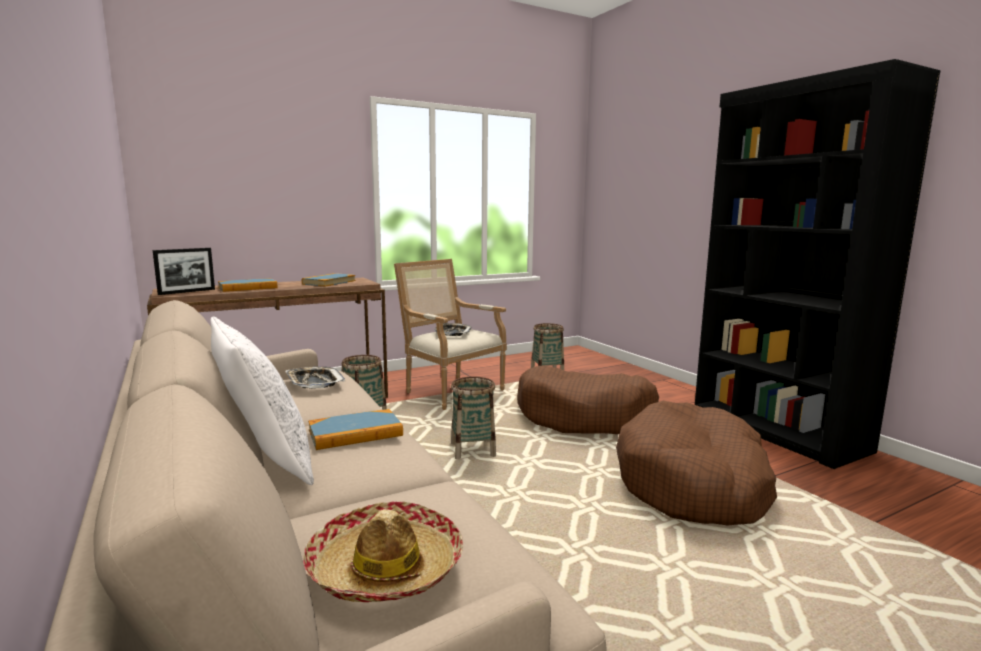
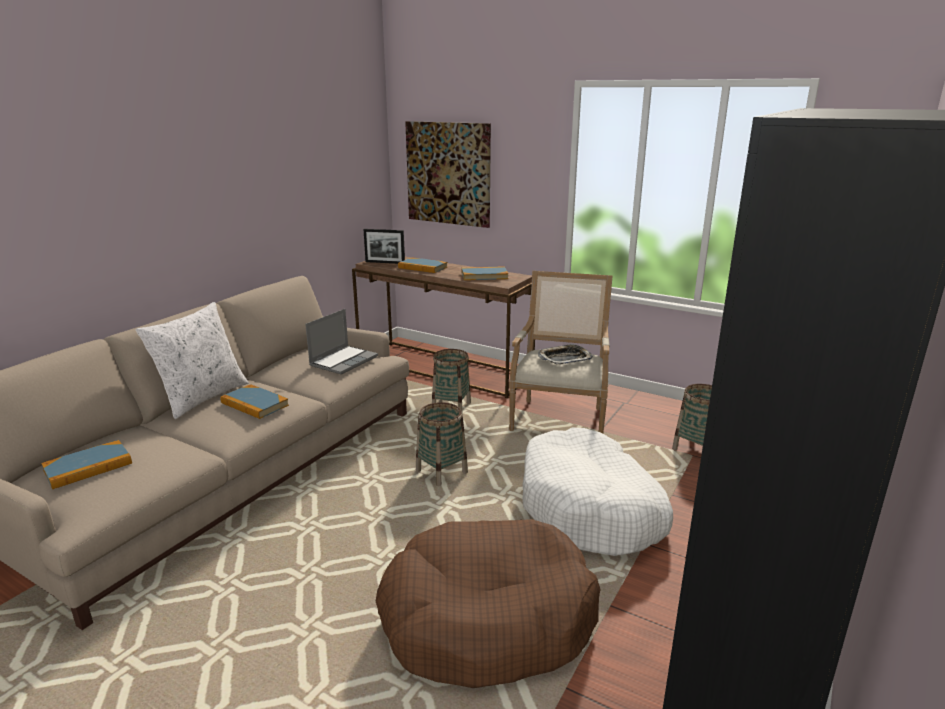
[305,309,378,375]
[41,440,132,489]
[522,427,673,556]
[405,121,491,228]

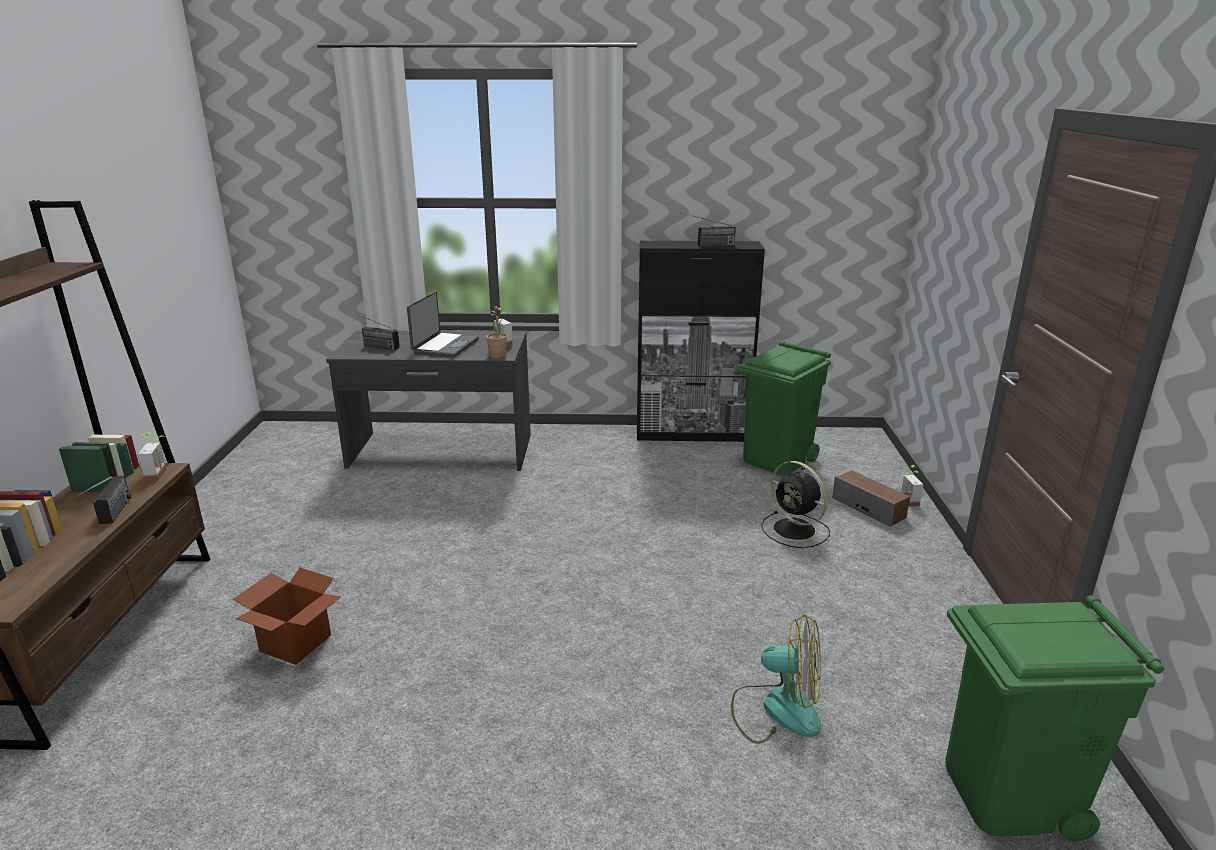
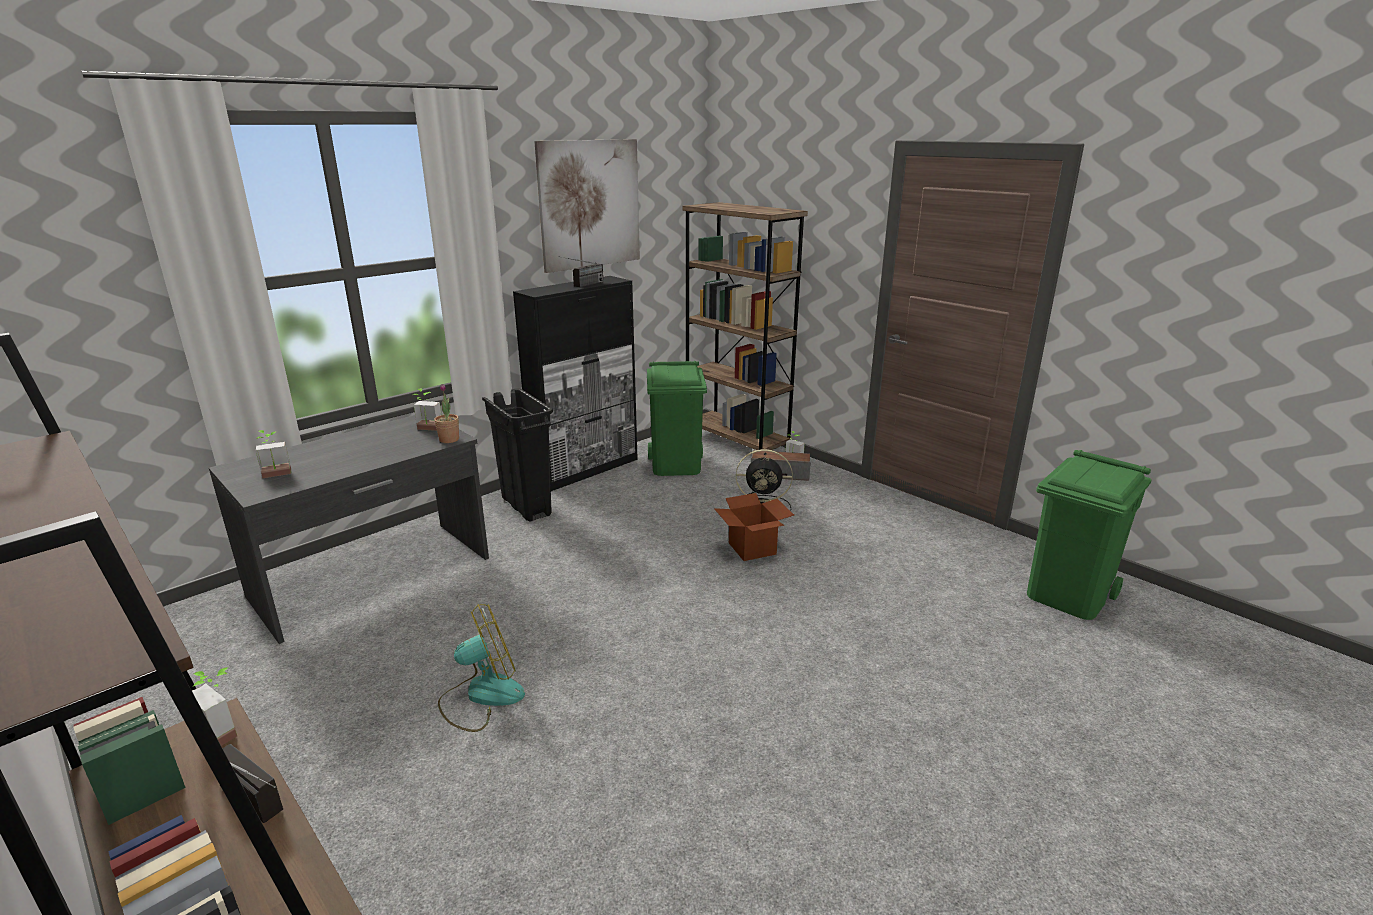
[714,493,794,561]
[256,430,291,478]
[407,291,479,358] (first image)
[438,604,525,732]
[482,389,553,522]
[534,139,640,273]
[682,202,808,452]

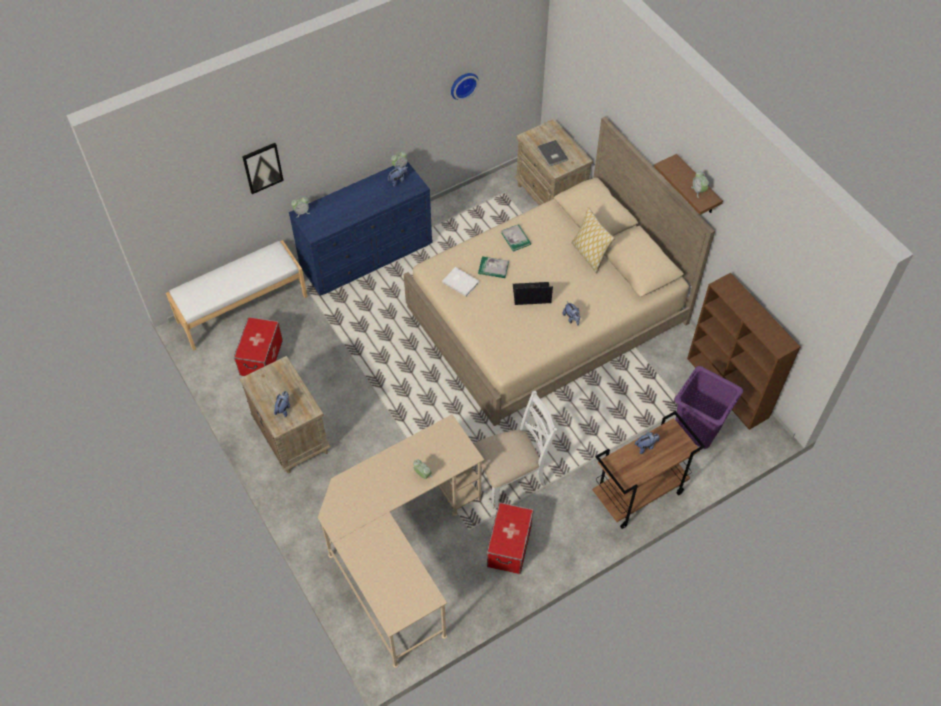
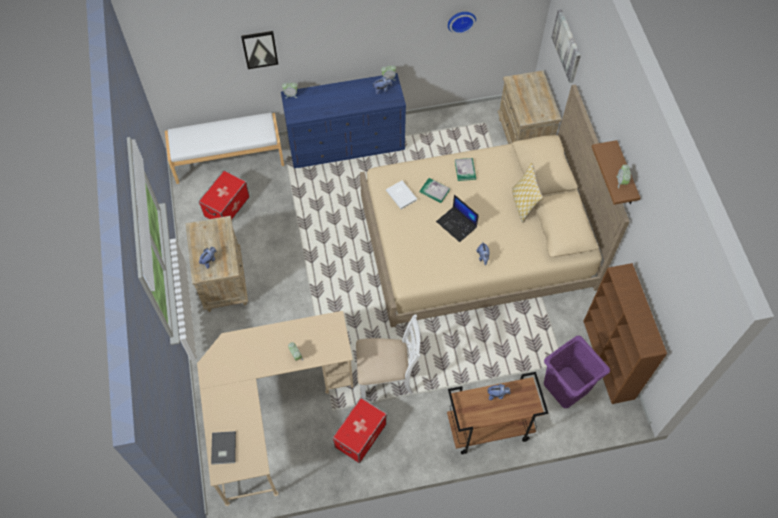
[436,194,479,242]
[211,431,236,465]
[551,9,581,83]

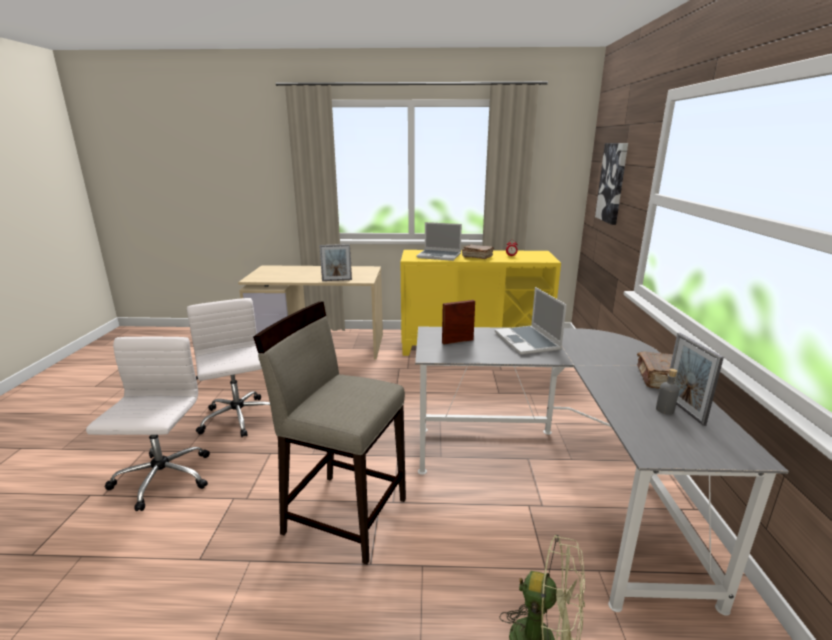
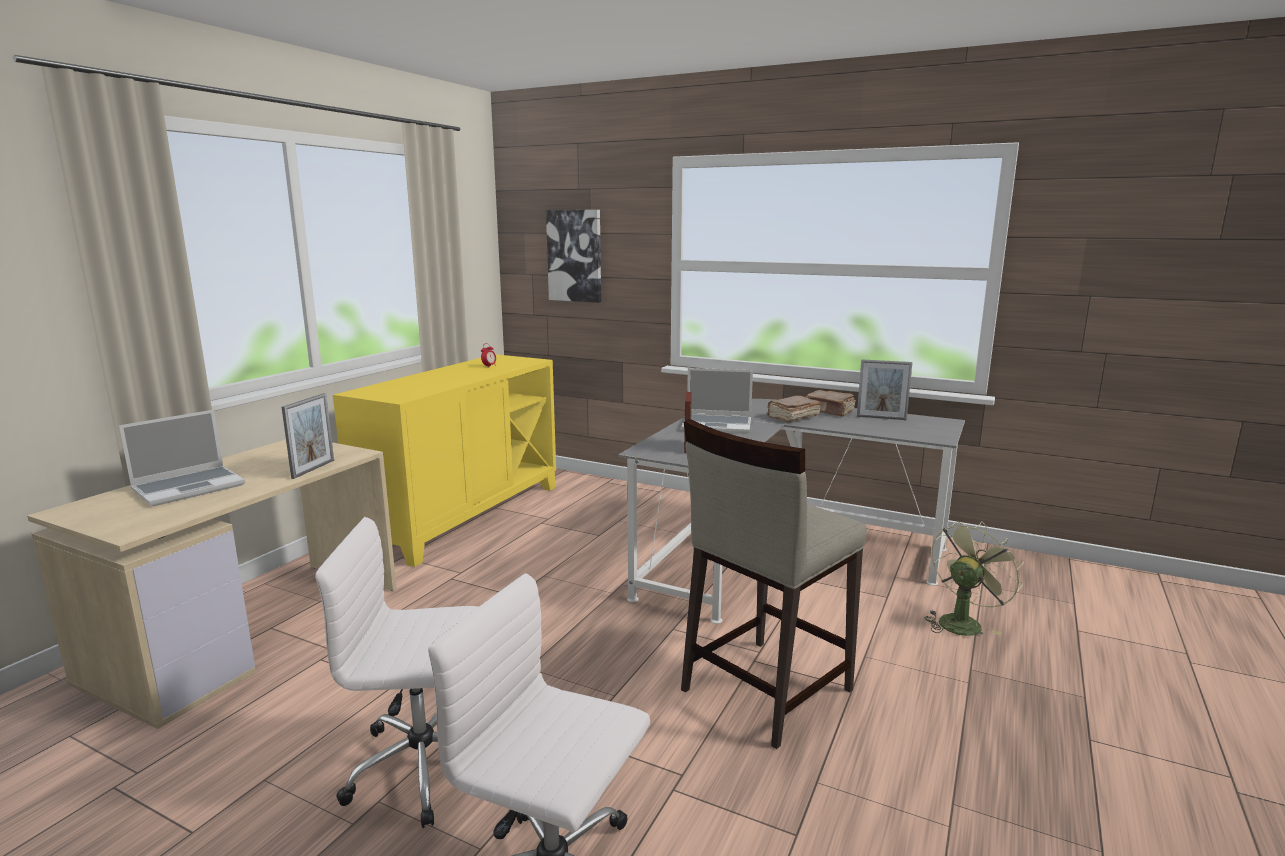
[119,410,245,506]
[767,396,821,423]
[656,369,679,415] (first image)

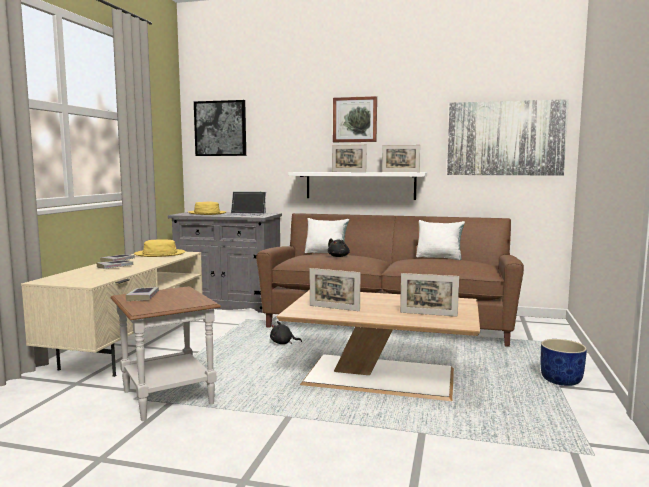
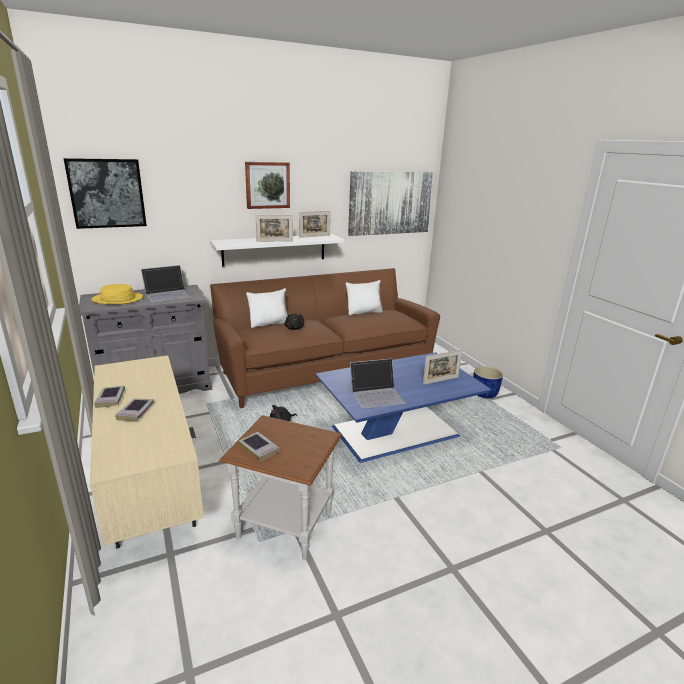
[134,240,186,257] (first image)
[315,352,491,463]
[350,359,405,409]

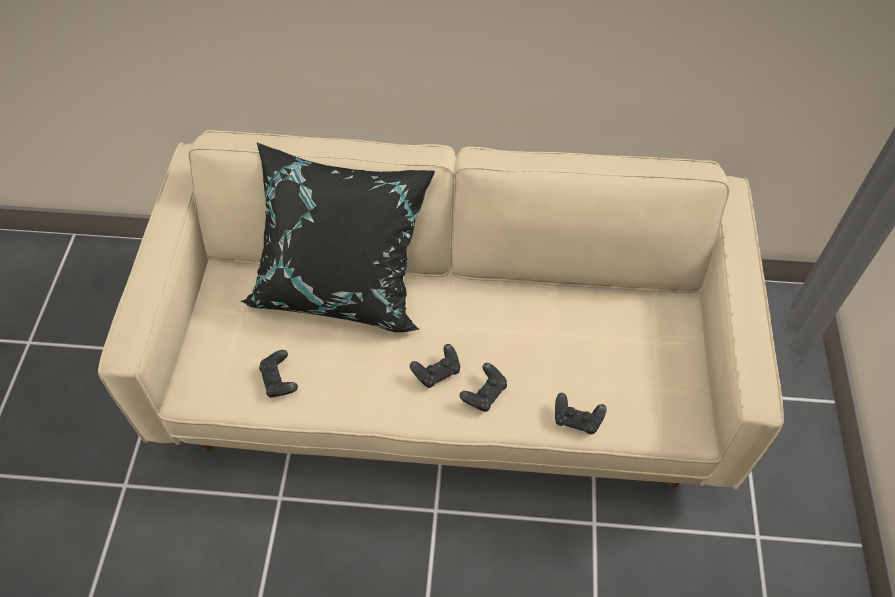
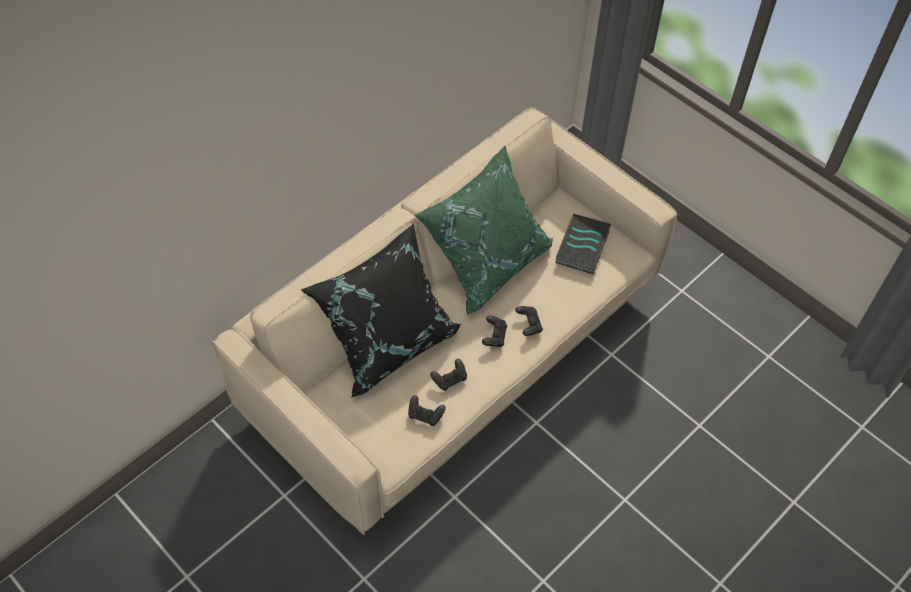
[430,359,467,391]
[415,146,554,315]
[556,214,611,275]

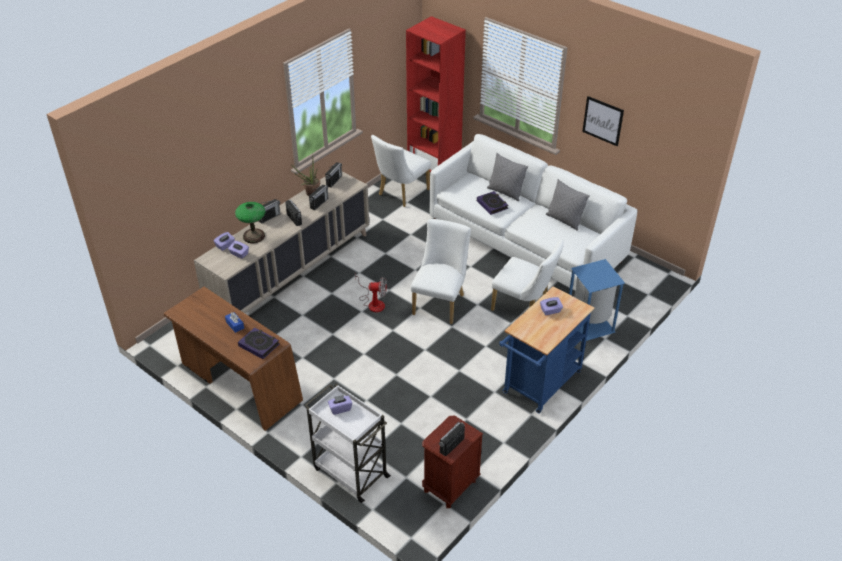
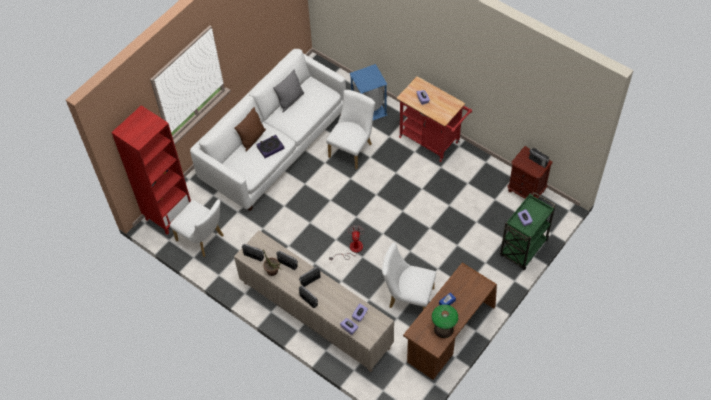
[432,305,458,338]
[238,327,279,359] (first image)
[500,192,555,270]
[382,242,436,310]
[234,107,266,152]
[397,76,472,162]
[582,96,624,146] (first image)

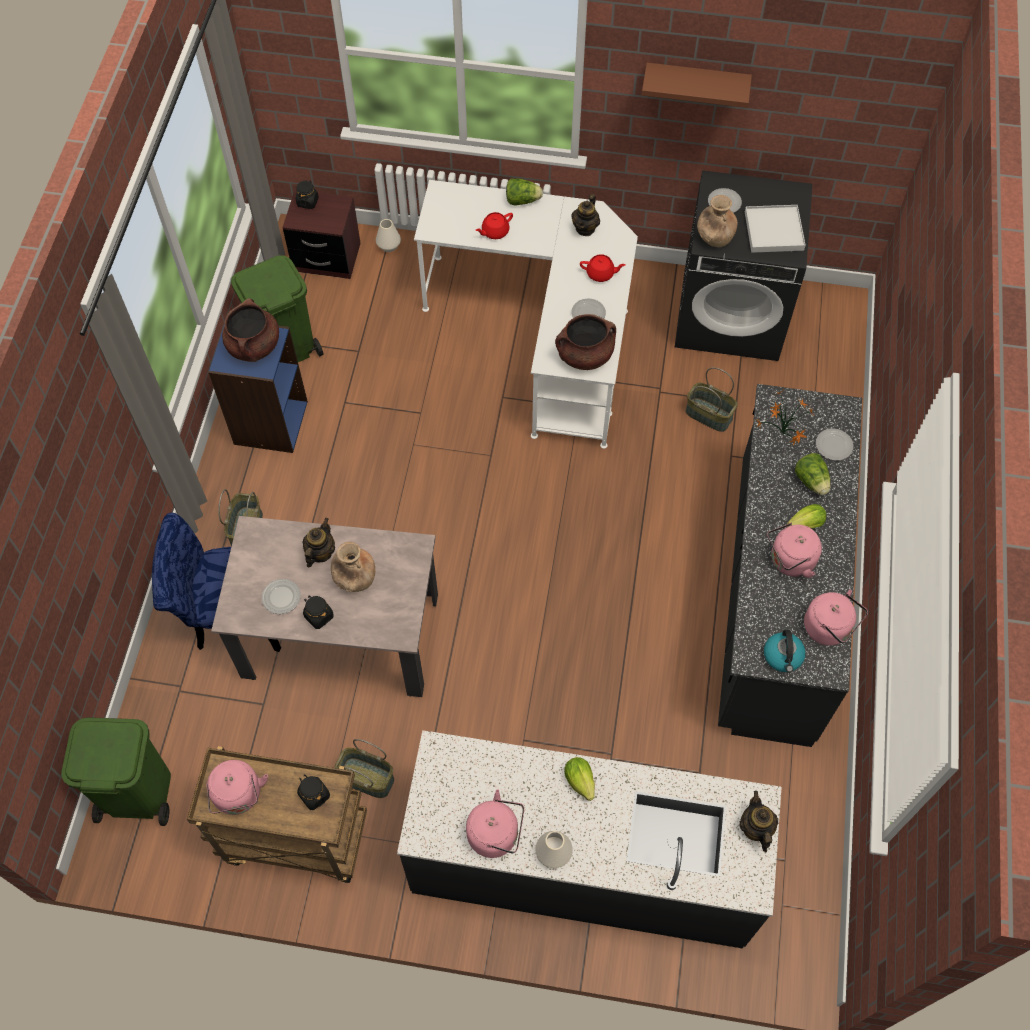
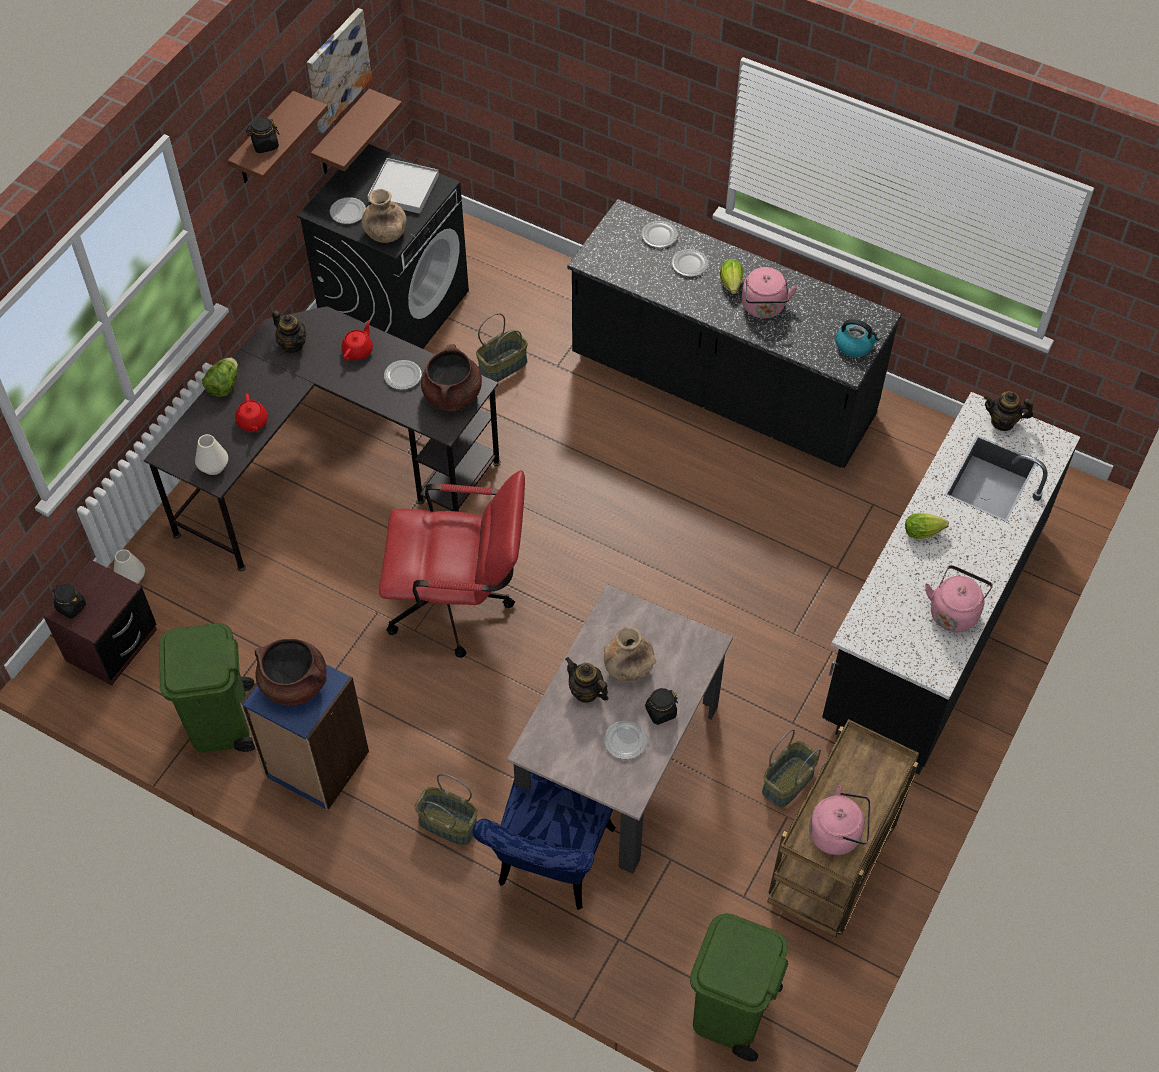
[246,117,280,153]
[144,306,501,571]
[195,434,228,475]
[756,390,813,445] (first image)
[671,249,708,277]
[804,590,868,646] (first image)
[307,8,372,133]
[311,89,402,174]
[379,470,525,658]

